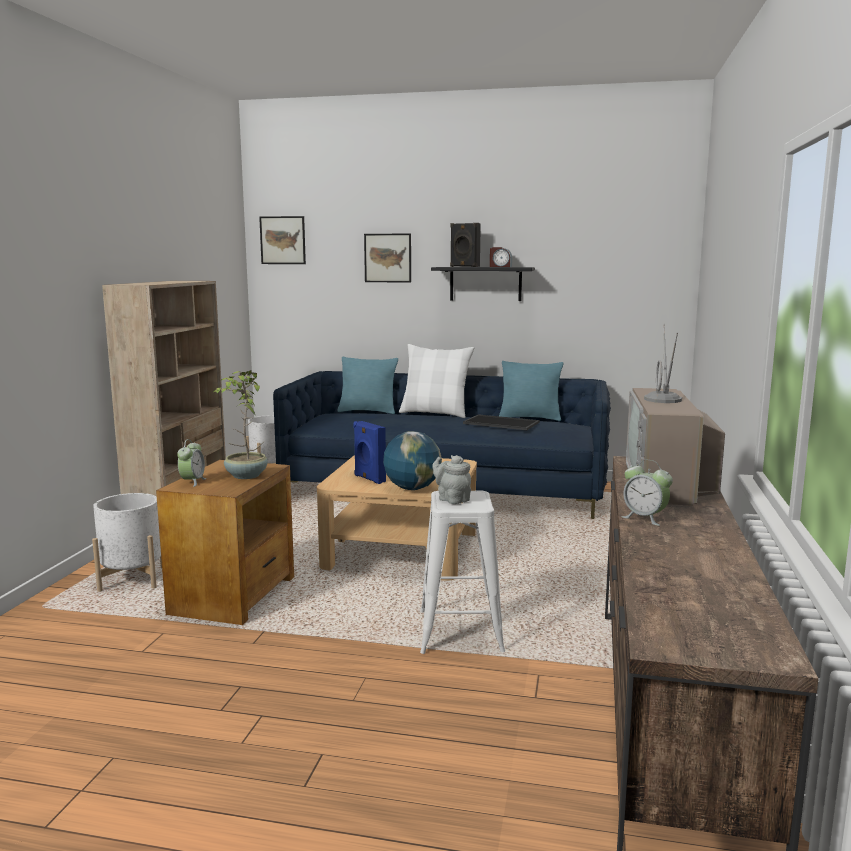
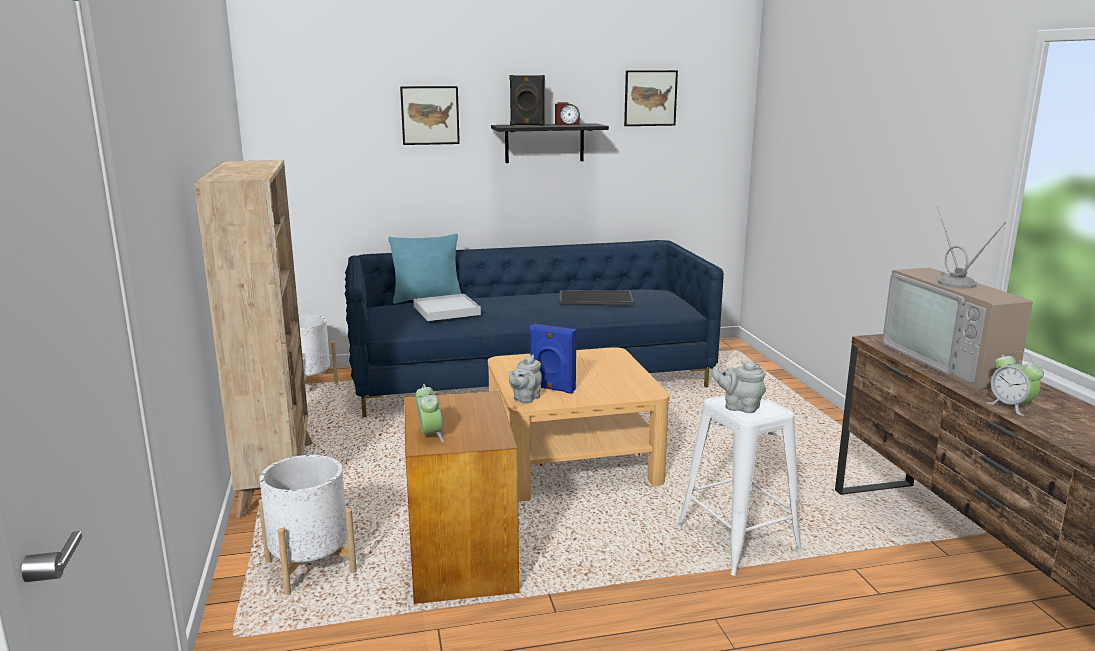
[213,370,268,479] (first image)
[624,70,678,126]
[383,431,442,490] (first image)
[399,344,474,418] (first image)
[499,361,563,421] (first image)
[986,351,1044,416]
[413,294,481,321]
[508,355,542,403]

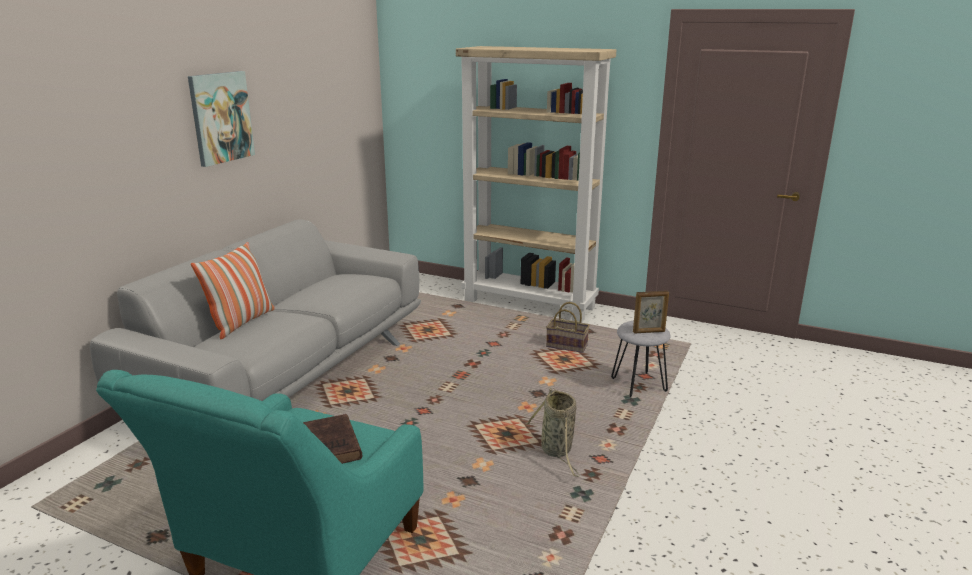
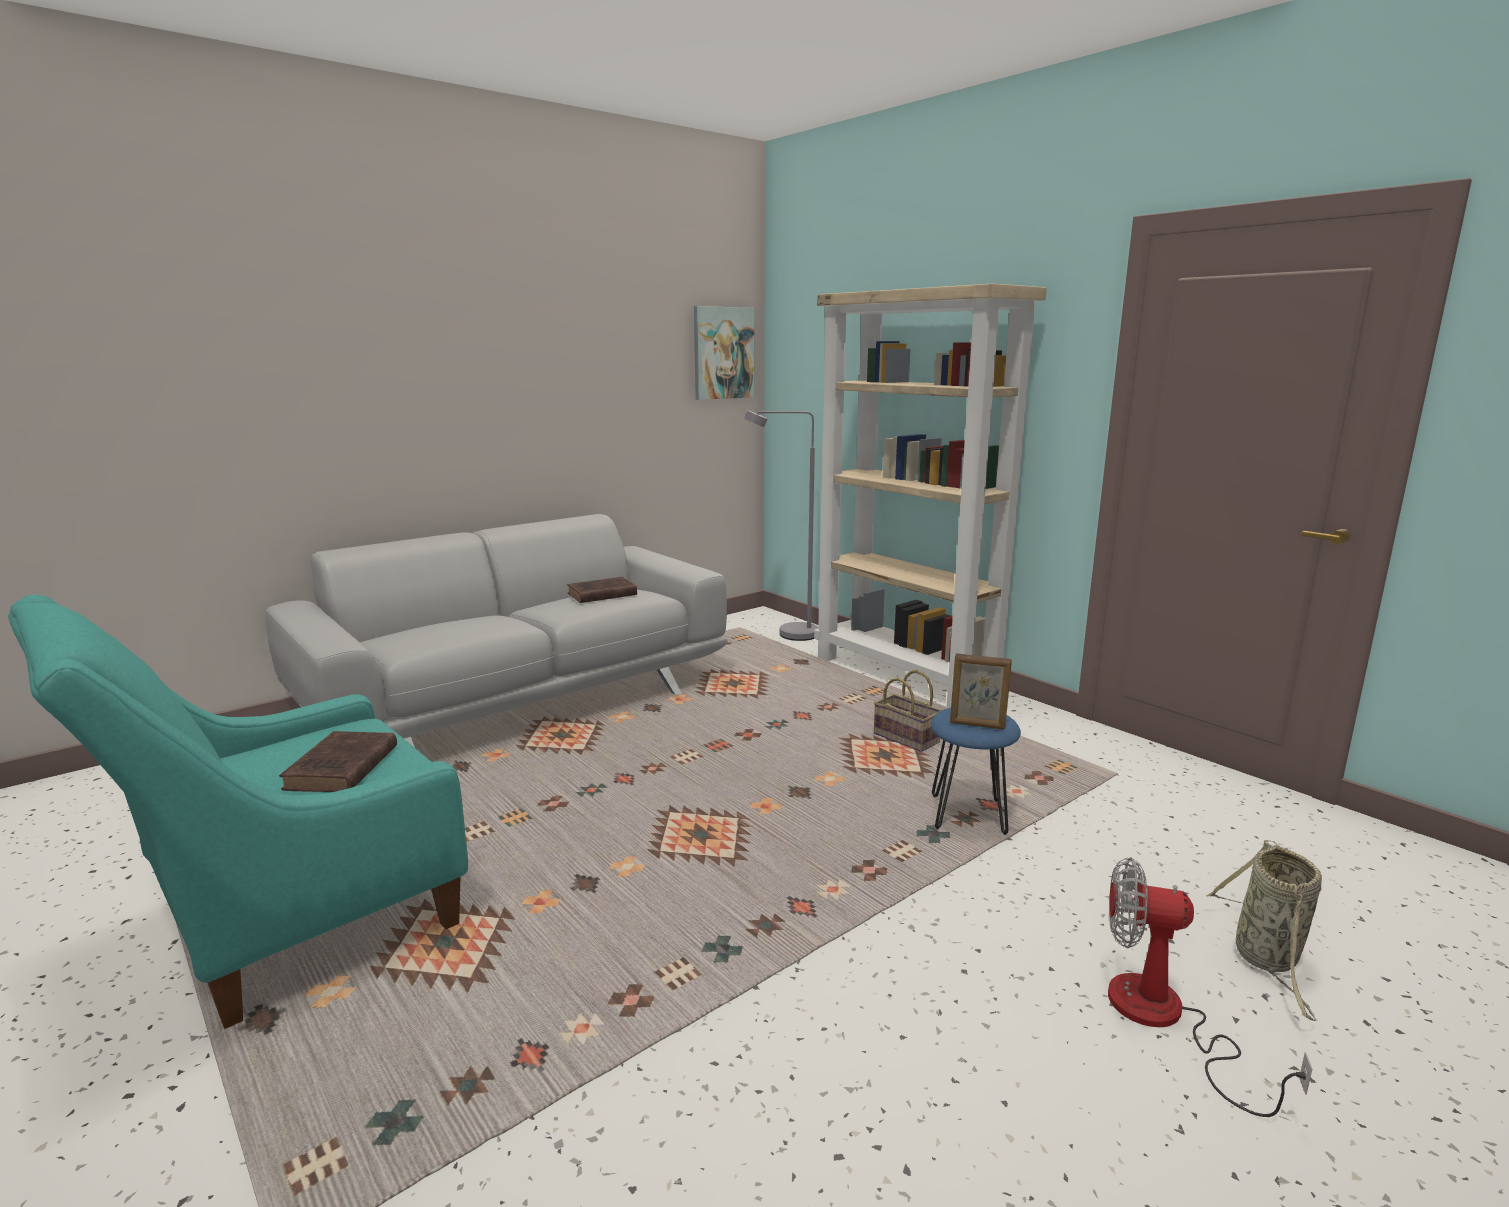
[694,306,754,400]
[191,242,275,339] (first image)
[1206,840,1322,1021]
[930,708,1021,835]
[567,577,637,603]
[744,410,818,641]
[1108,857,1312,1117]

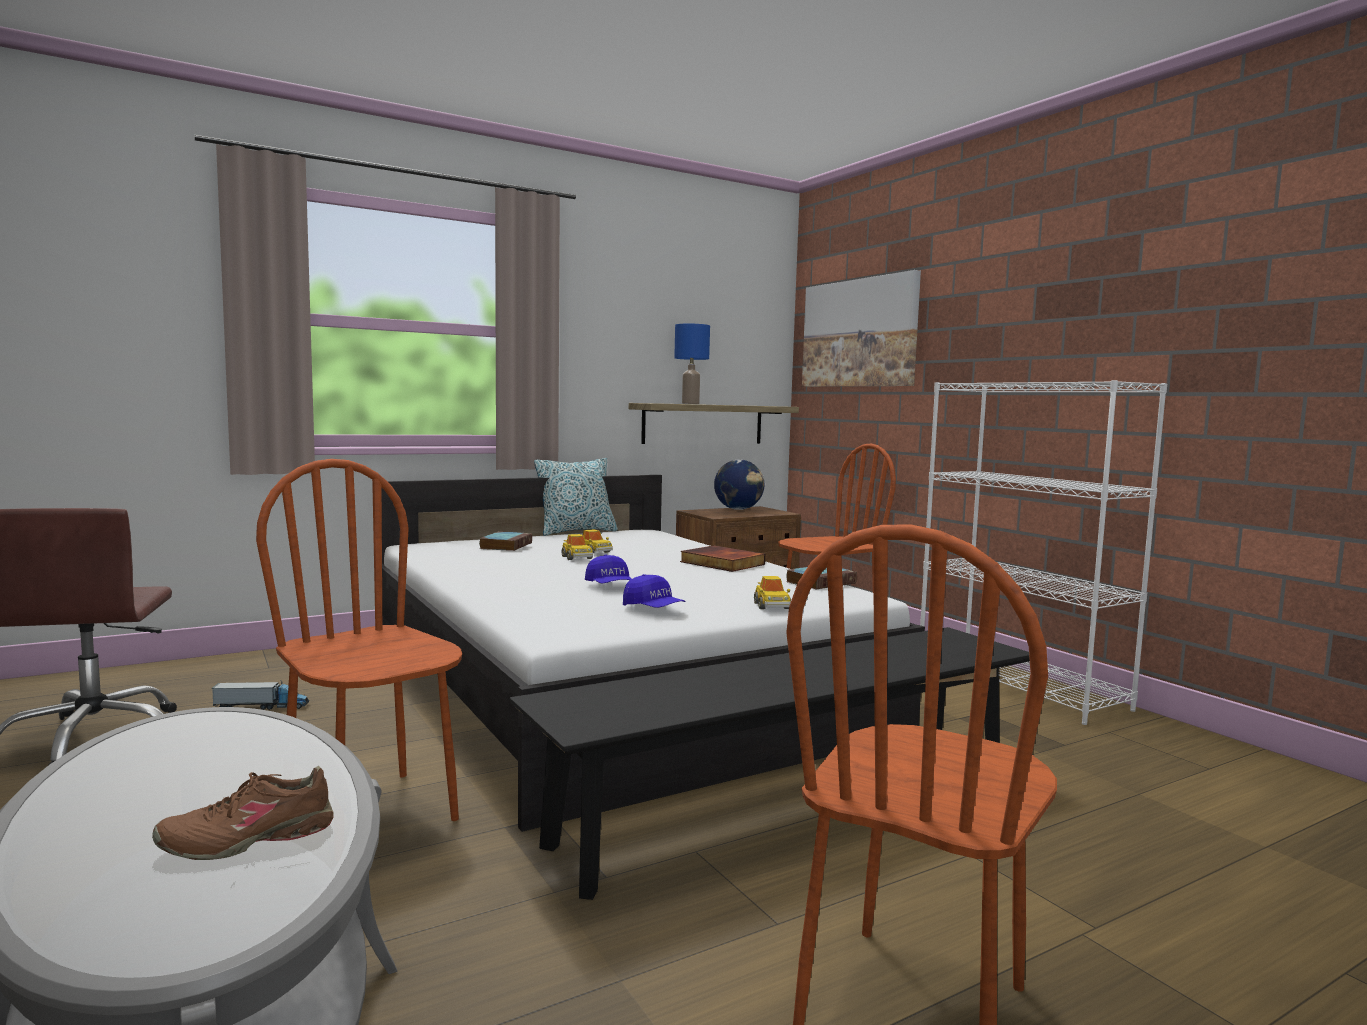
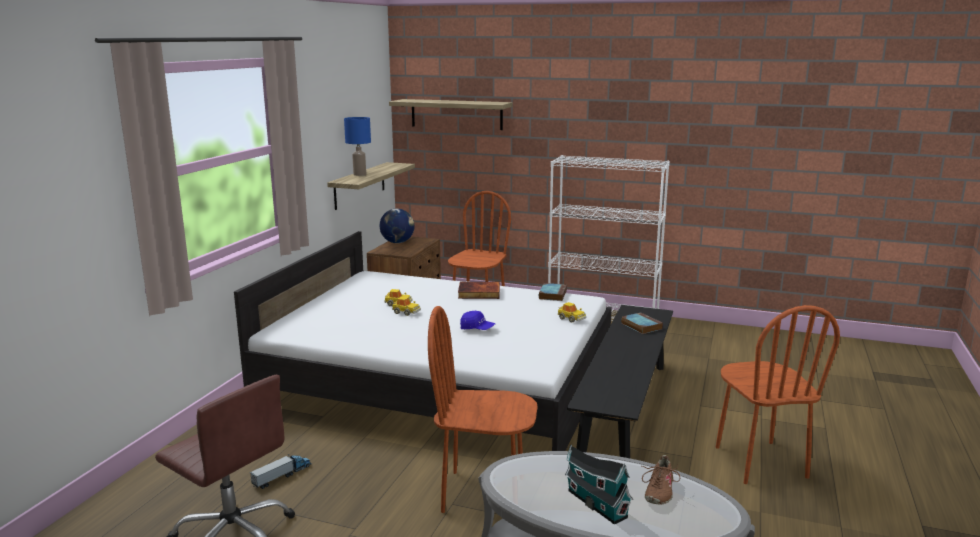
[621,312,663,334]
[534,458,618,536] (first image)
[623,574,685,608] (first image)
[389,99,513,130]
[565,445,633,525]

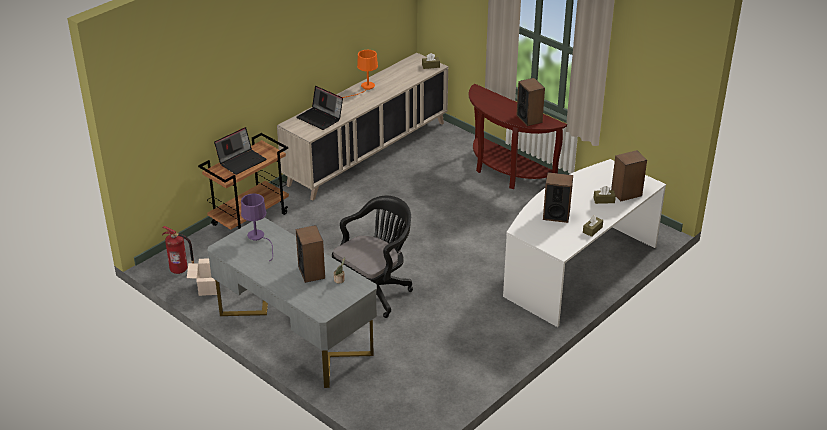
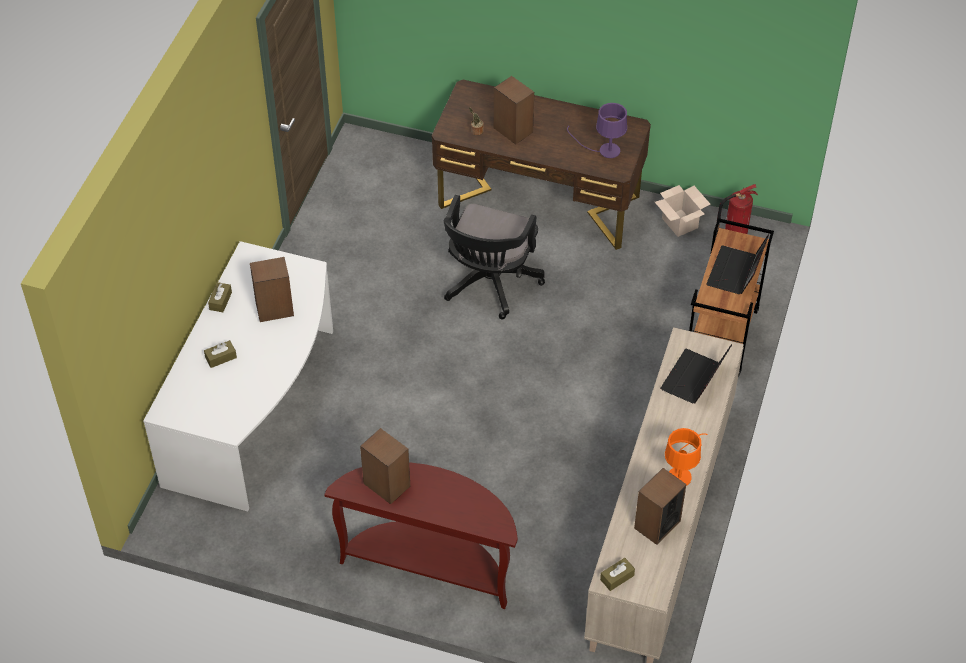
[432,80,651,250]
[660,344,732,403]
[634,468,686,545]

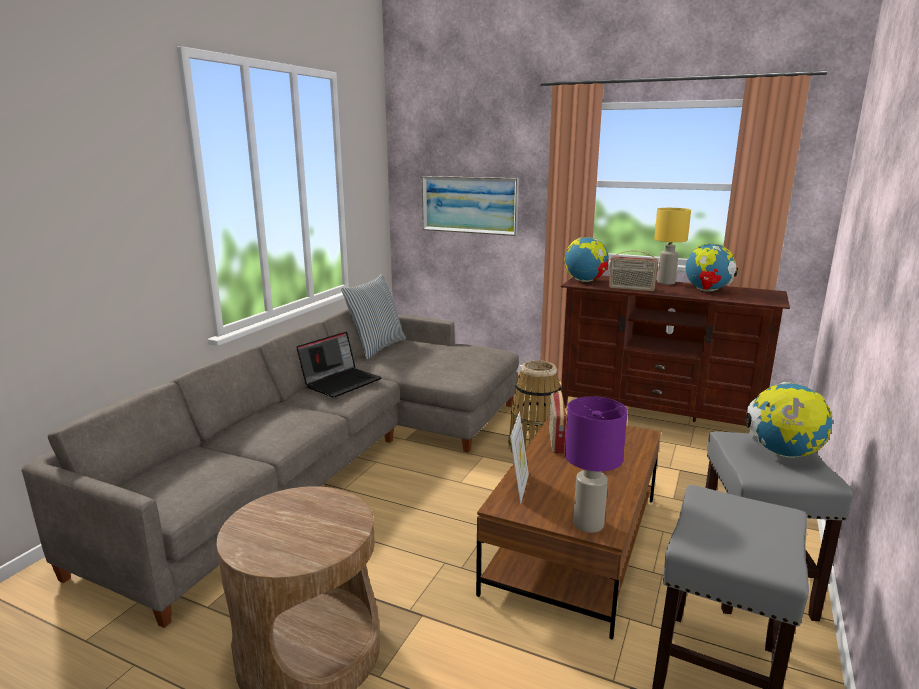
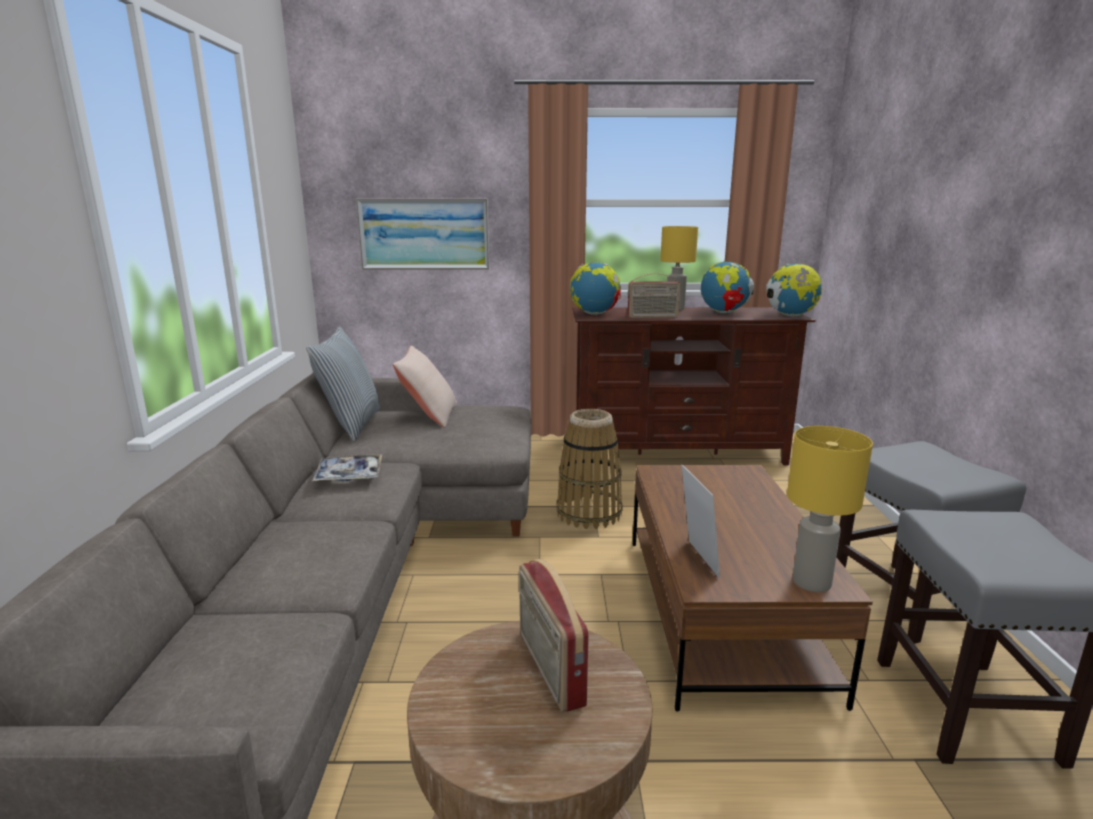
[312,454,382,481]
[519,559,589,712]
[787,426,873,592]
[766,264,822,316]
[393,346,457,428]

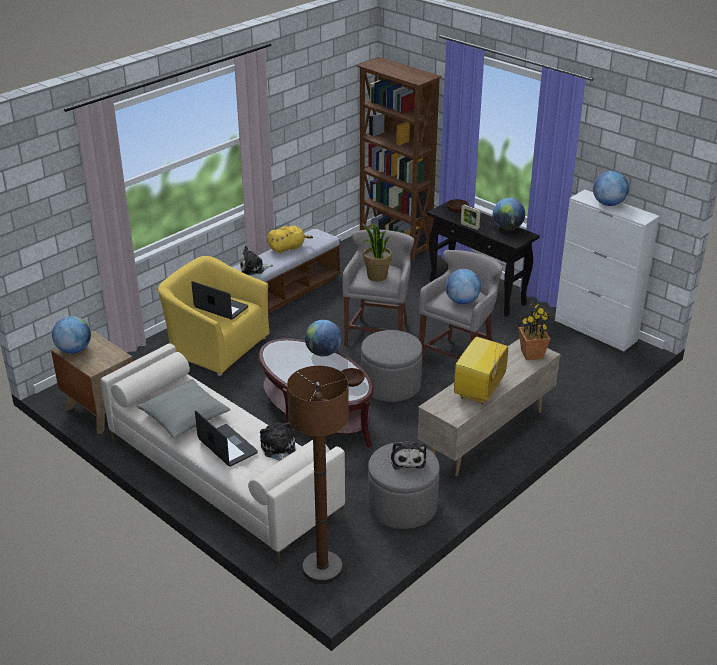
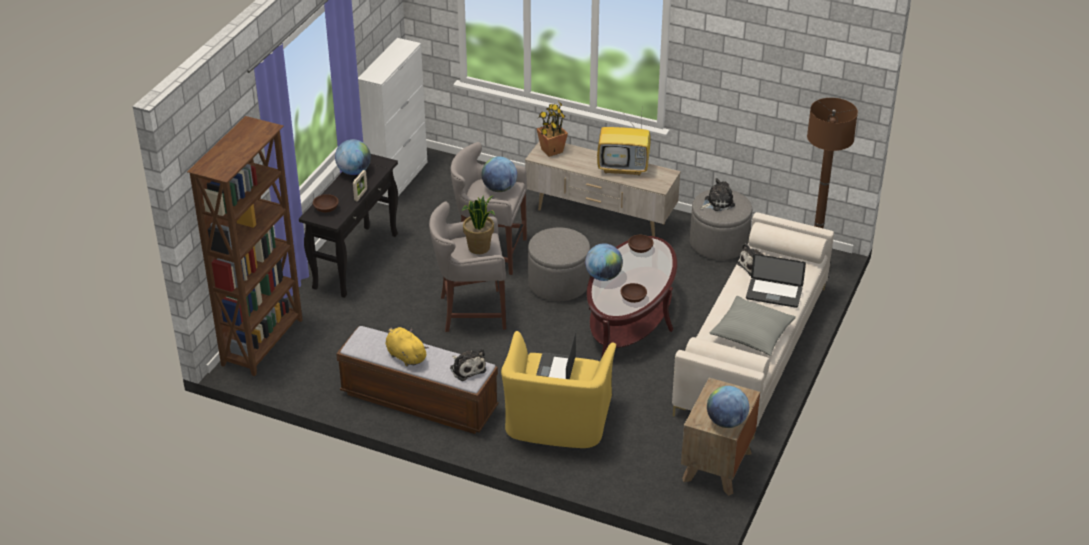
[746,254,806,308]
[593,171,629,206] (first image)
[620,283,647,303]

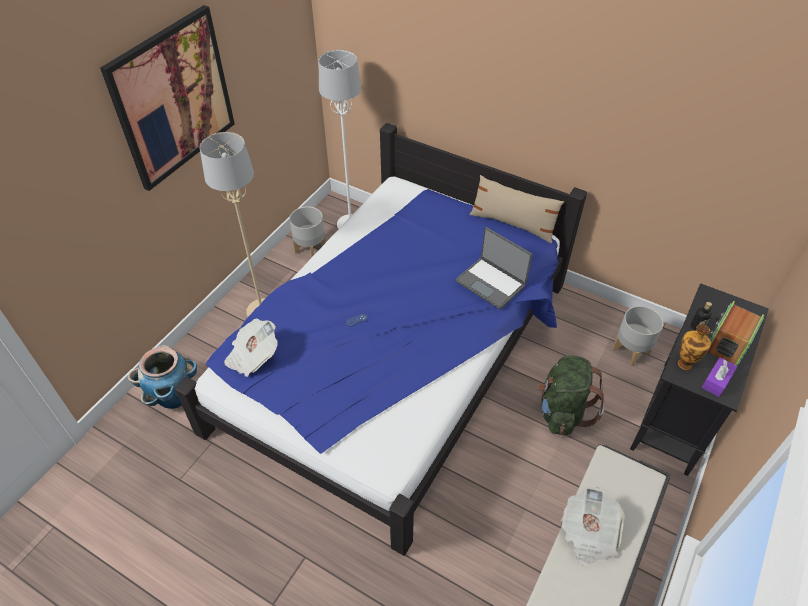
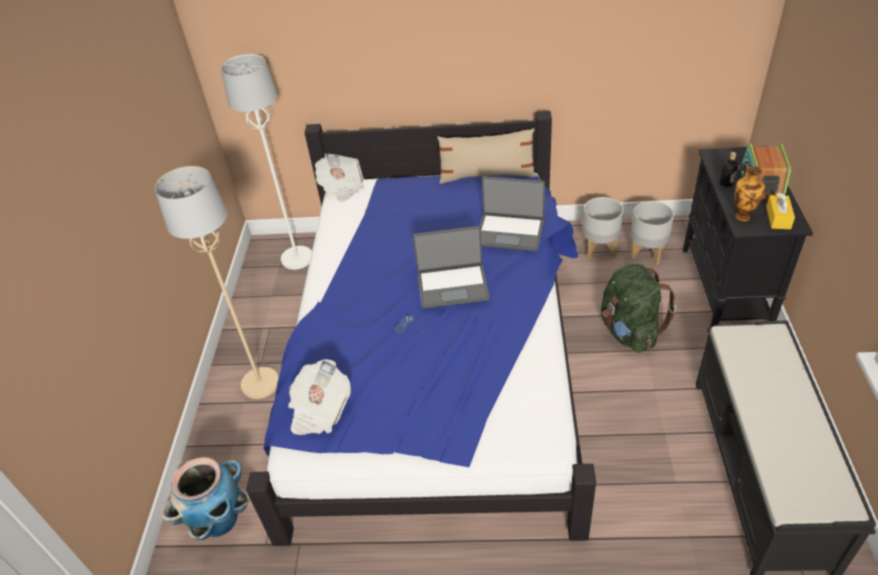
[100,5,235,191] (first image)
[582,197,623,259]
[315,153,364,202]
[766,193,795,229]
[413,226,490,309]

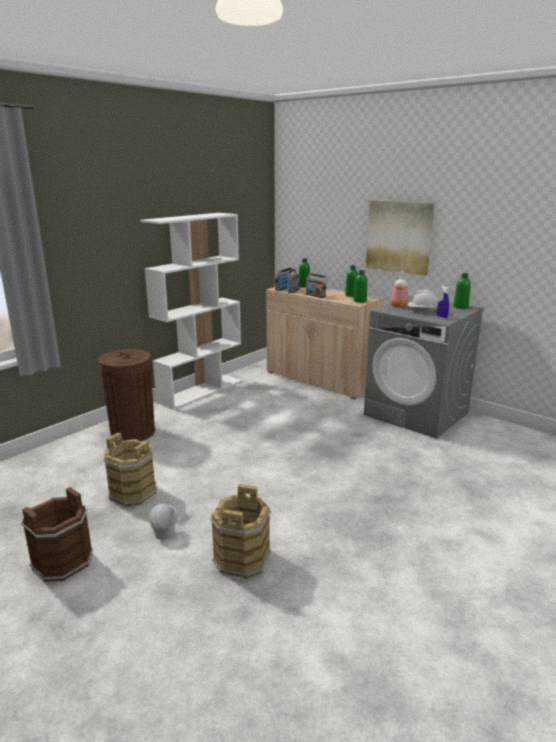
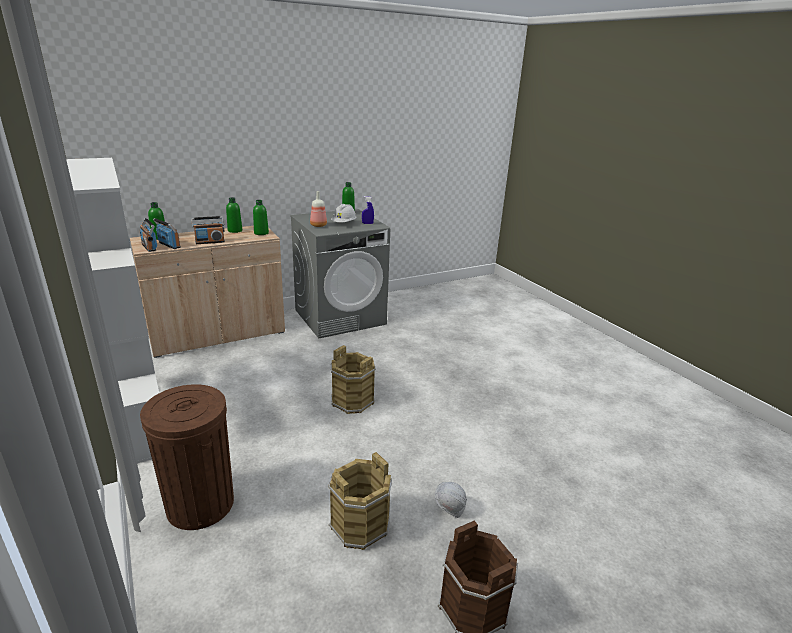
[331,345,376,414]
[366,200,434,276] (first image)

